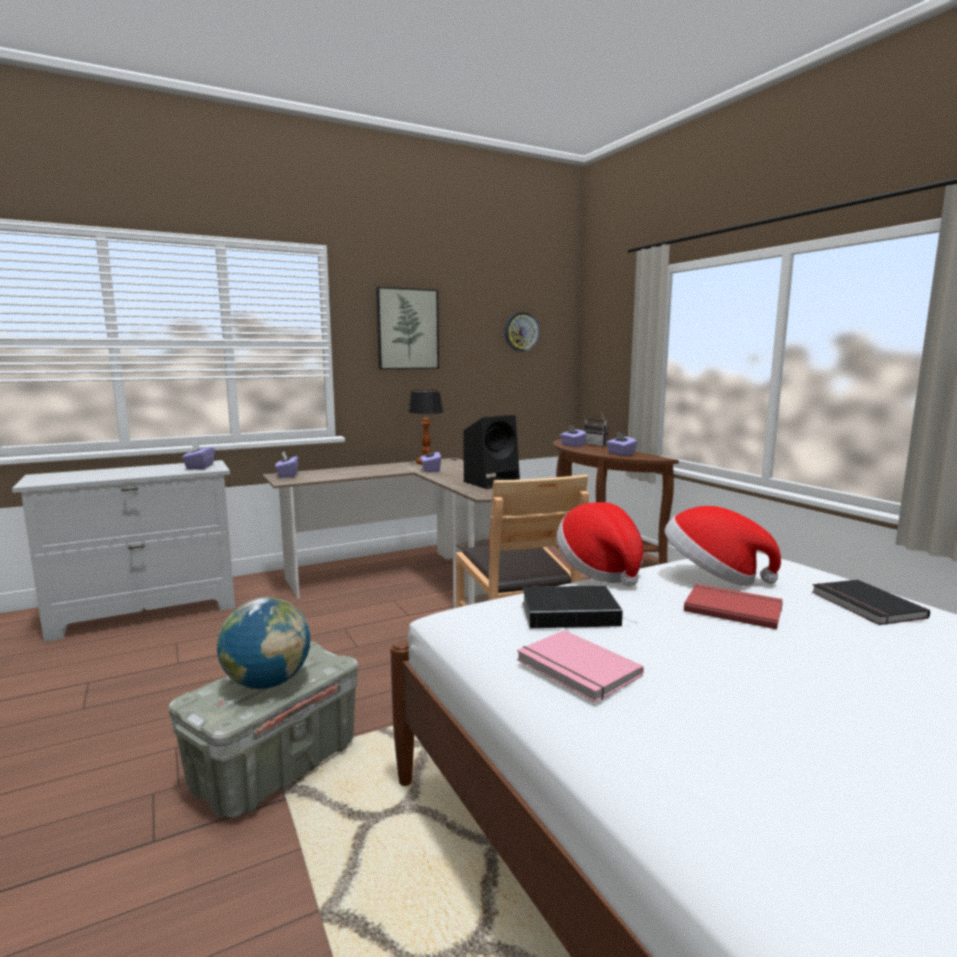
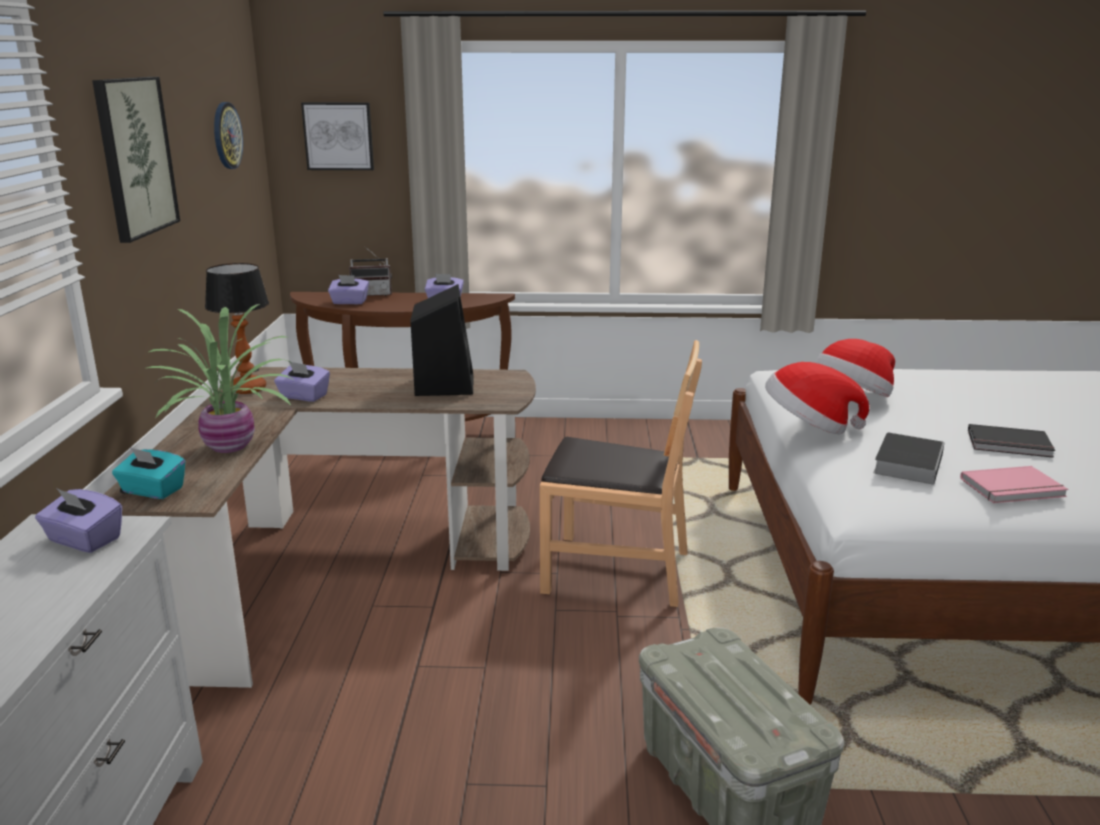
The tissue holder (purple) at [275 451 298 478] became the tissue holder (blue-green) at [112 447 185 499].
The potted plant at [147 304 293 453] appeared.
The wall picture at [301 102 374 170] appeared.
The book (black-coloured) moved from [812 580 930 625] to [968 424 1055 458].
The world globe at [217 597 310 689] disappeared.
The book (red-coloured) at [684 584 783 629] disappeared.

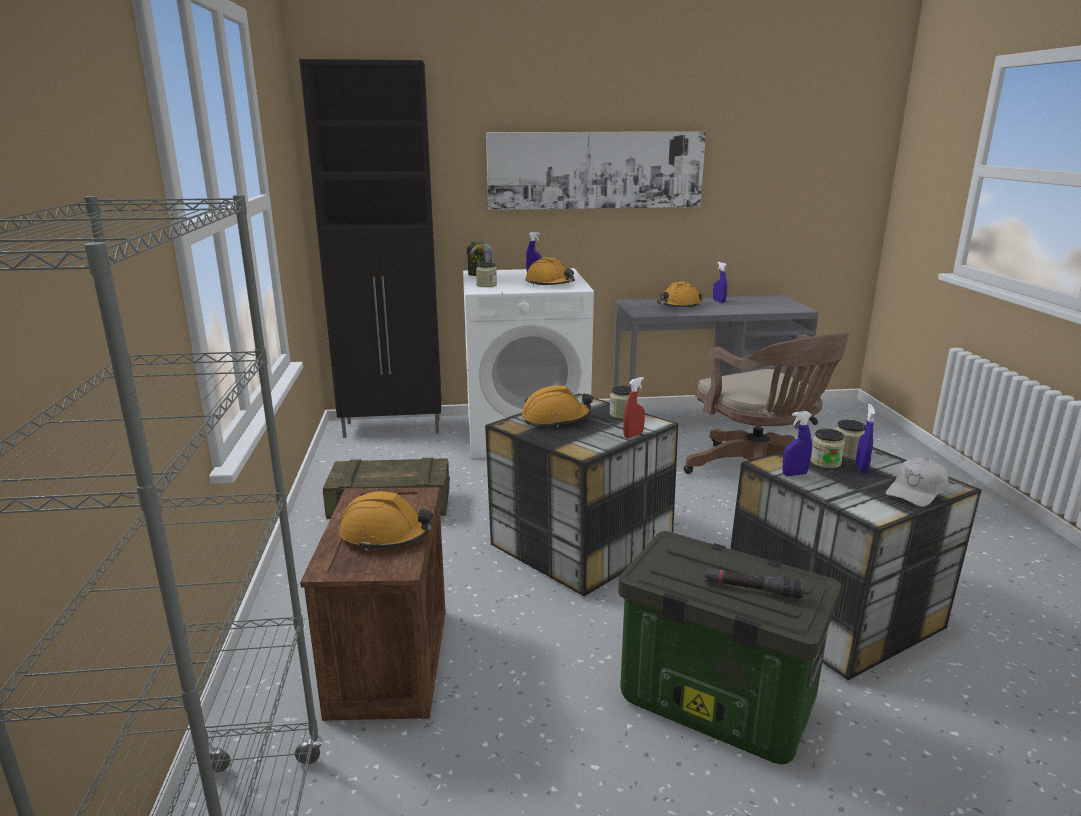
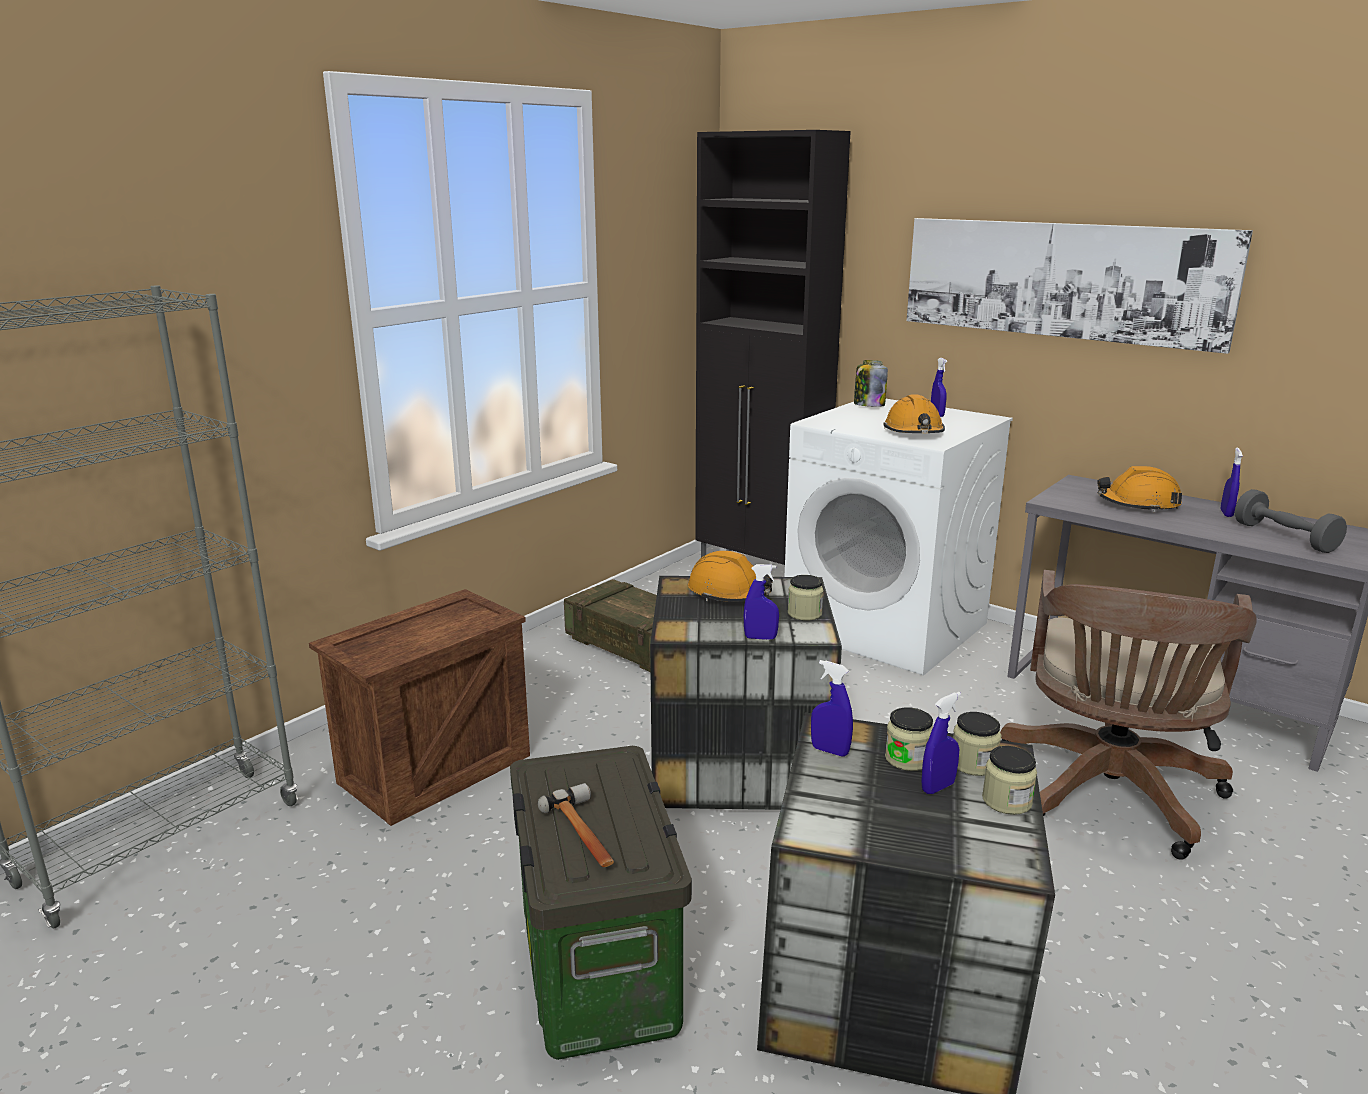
The flashlight (black-coloured) at [705 568 804 599] was replaced by the hand hammer at [538 783 614 867].
The sprayer (red-coloured) at [623 377 645 438] became the sprayer (bluish) at [744 564 779 640].
The jar moved from [476 262 497 287] to [982 746 1037 815].
The dumbbell (greyish) at [1235 489 1347 553] appeared.
The safety helmet (orange) at [339 491 433 551] disappeared.
The peaked cap (white-coloured) at [885 458 949 507] disappeared.

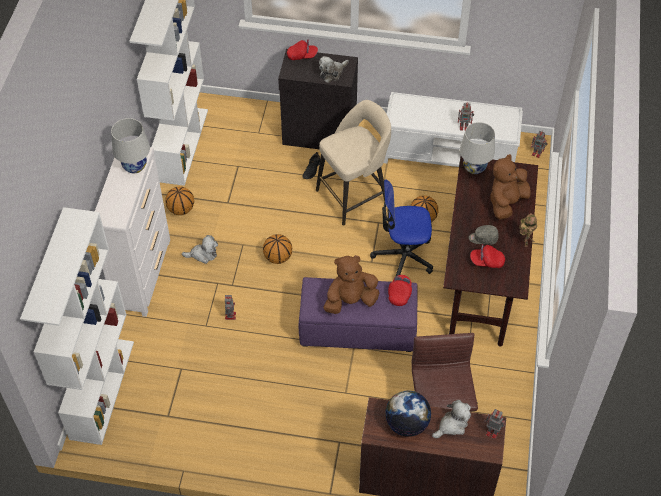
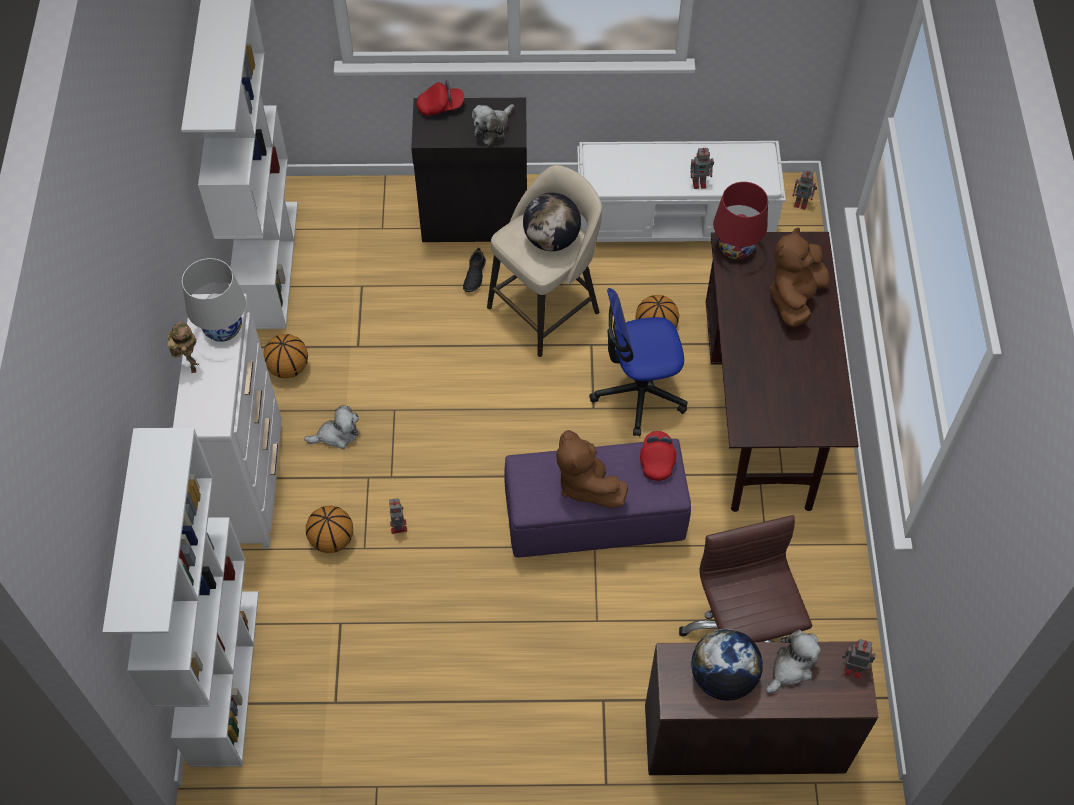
The toy robot moved from [519 213 537 247] to [167 321 200 373].
The ball for basketball moved from [263 234 292 264] to [306 505 353 553].
The world globe at [523 193 581 251] appeared.
The cuddly toy (brownish) at [323 255 379 314] turned 90 degrees counterclockwise.
The lamp for a table (white-coloured) at [460 122 495 174] became the lamp for a table (red-coloured) at [713 182 768 259].
The peaked cap (greyish) at [469 225 499 245] disappeared.
The peaked cap (red-coloured) at [470 244 505 268] disappeared.

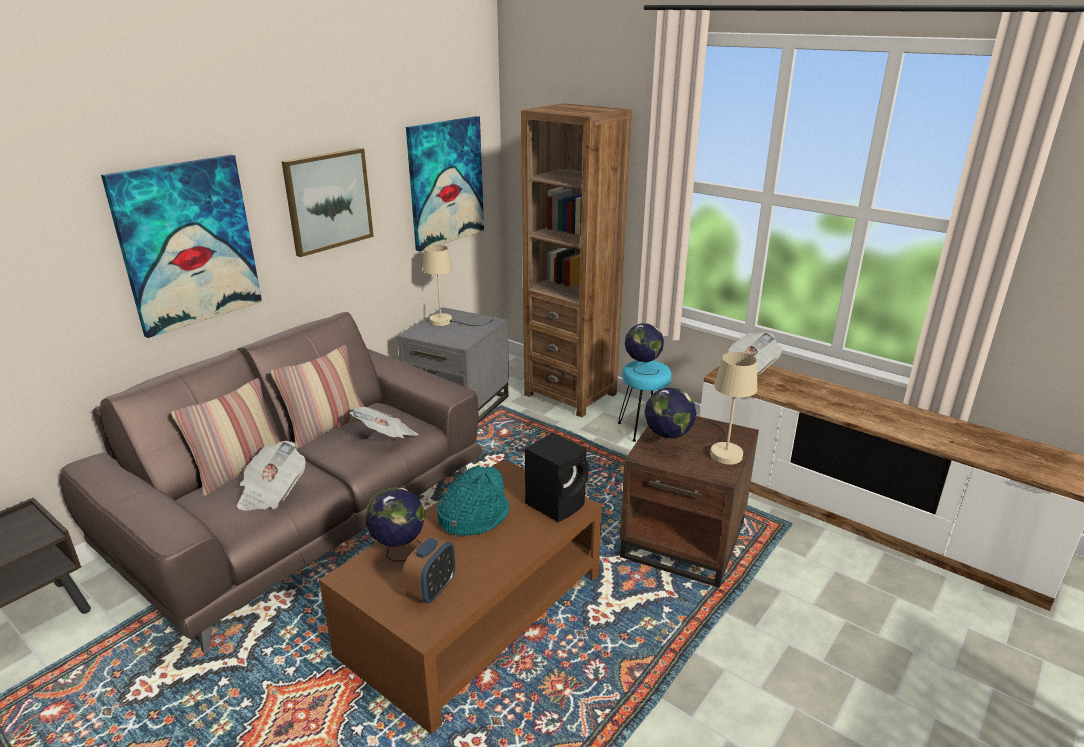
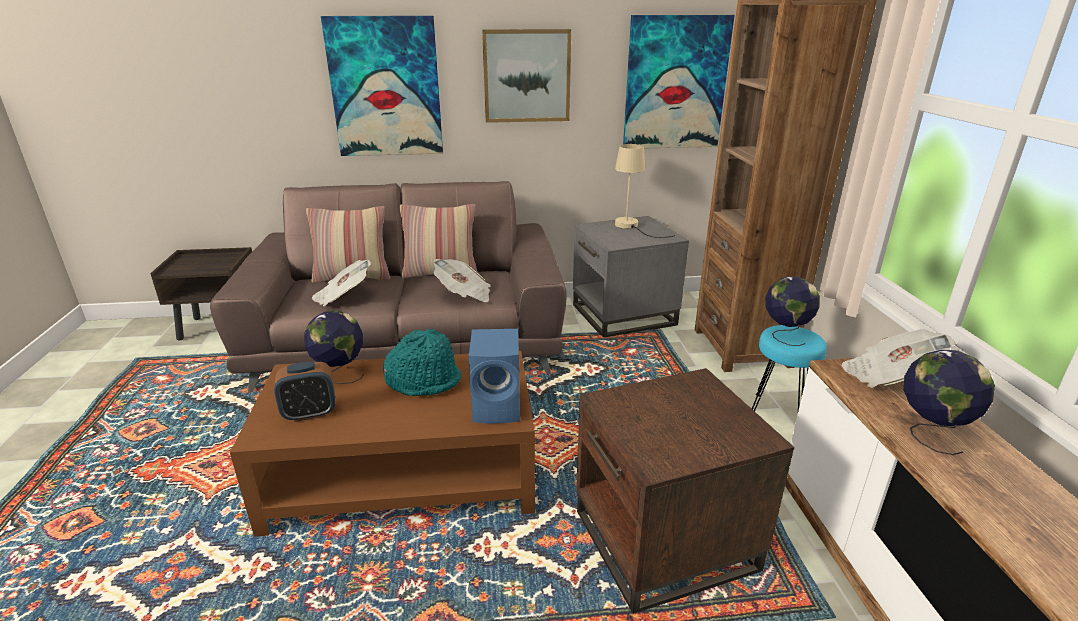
The loudspeaker (black-coloured) at [525 433 589 522] became the loudspeaker (bluish) at [469 329 520 423].
The world globe moved from [644 387 696 456] to [904 350 995 455].
The lamp for a table (beige-coloured) at [695 352 757 465] disappeared.

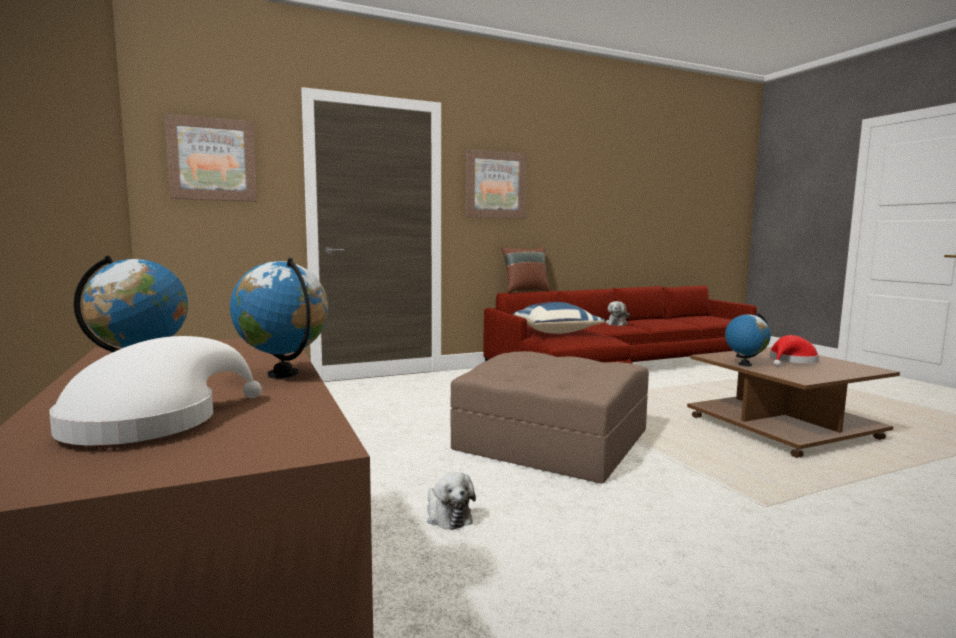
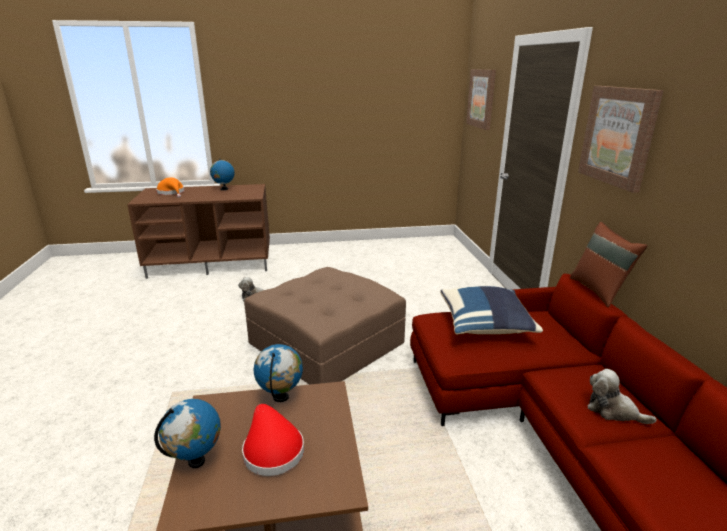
The world globe moved from [230 258 329 378] to [154 399 221 468].
The wearable hat (white-coloured) at [49 336 262 445] became the wearable hat (orange) at [156 177 185 198].

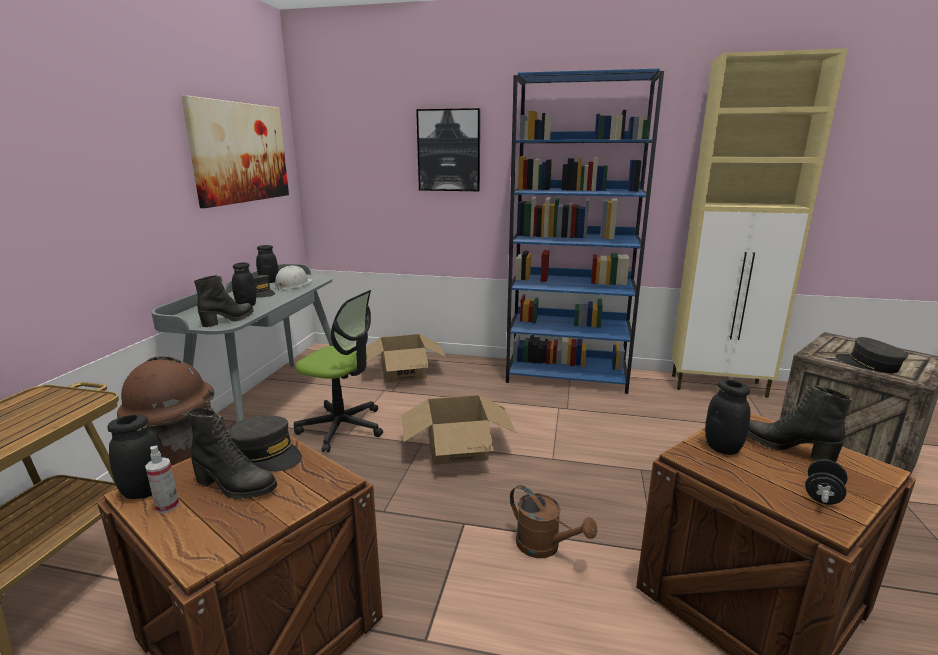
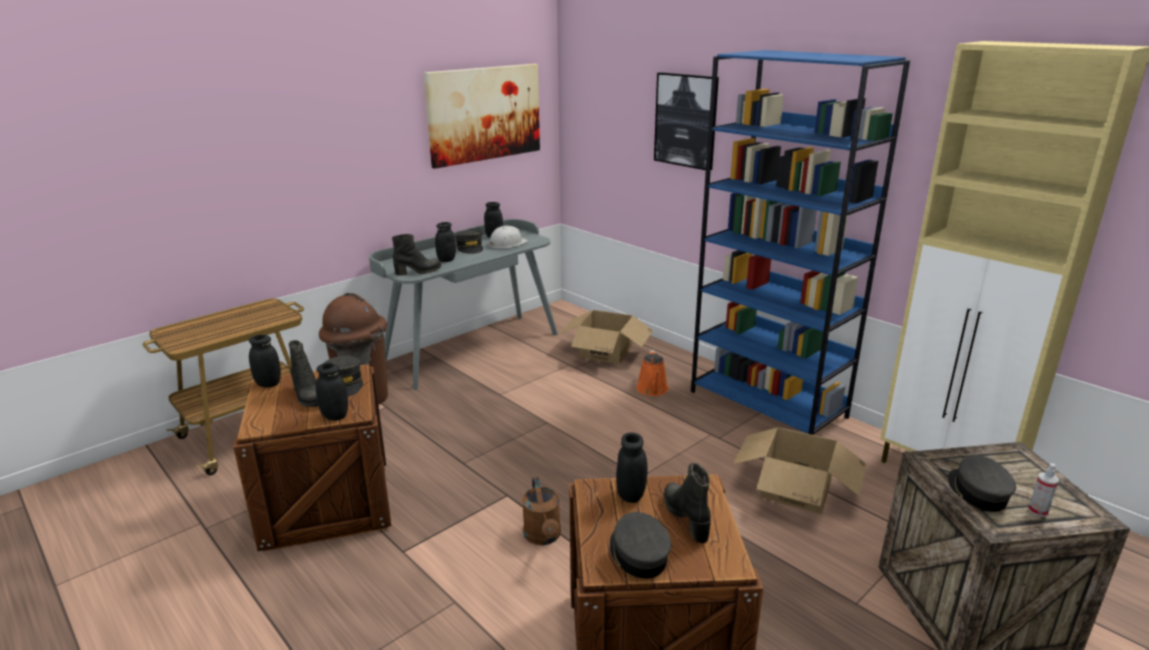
The jar (black-coloured) at [316 363 348 421] appeared.
The dumbbell (black-coloured) at [805 459 847 505] was replaced by the peaked cap (greyish) at [610 512 671 579].
The watering pot (orange) at [636 350 669 396] appeared.
The carton moved from [402 395 516 465] to [733 427 866 514].
The sprayer moved from [145 446 179 513] to [1028 463 1059 517].
The computer chair at [294 290 383 453] disappeared.

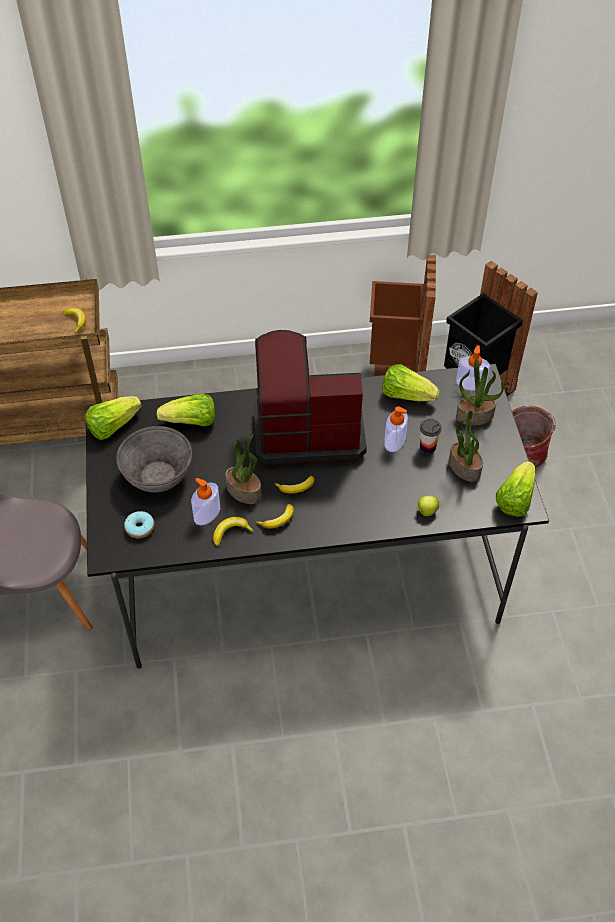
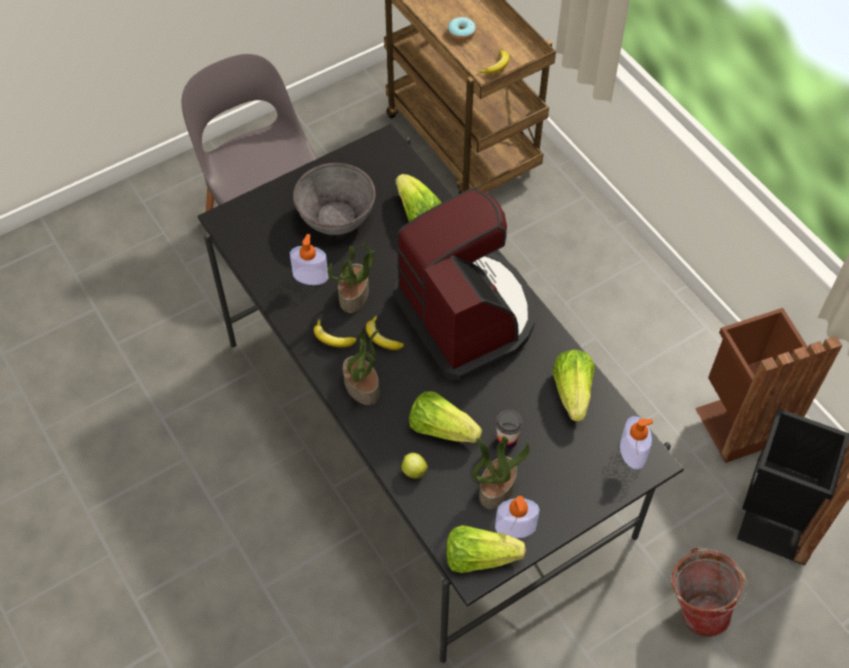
The potted plant moved from [456 358 504 426] to [343 330 380 405].
The lettuce moved from [85 396 142 440] to [409 391 482 443].
The donut moved from [124 511 154 538] to [448 17 476 41].
The soap dispenser moved from [384 406 408 452] to [495 496 540 539].
The banana fruit at [213 517 254 546] disappeared.

